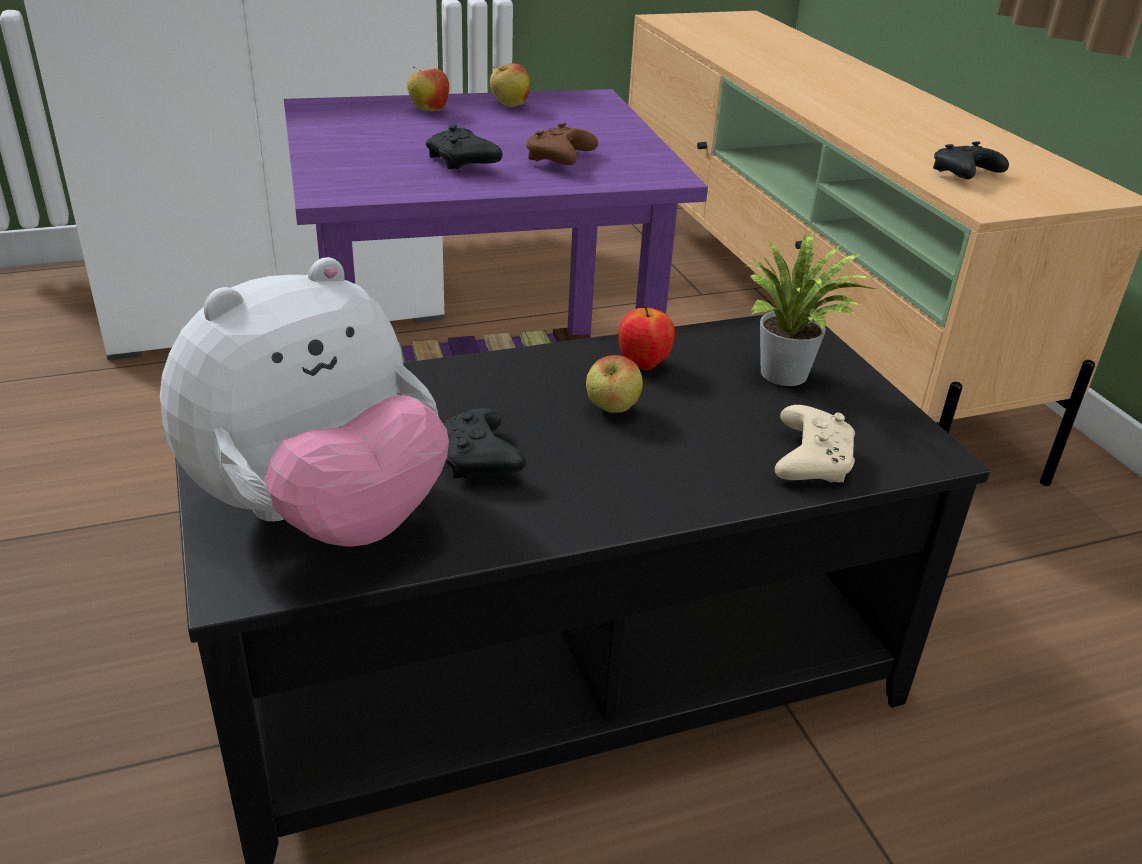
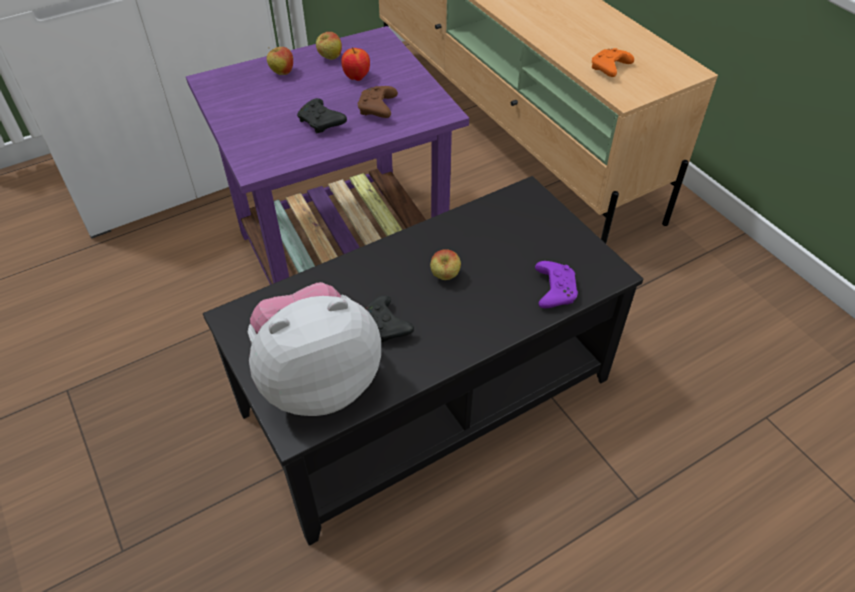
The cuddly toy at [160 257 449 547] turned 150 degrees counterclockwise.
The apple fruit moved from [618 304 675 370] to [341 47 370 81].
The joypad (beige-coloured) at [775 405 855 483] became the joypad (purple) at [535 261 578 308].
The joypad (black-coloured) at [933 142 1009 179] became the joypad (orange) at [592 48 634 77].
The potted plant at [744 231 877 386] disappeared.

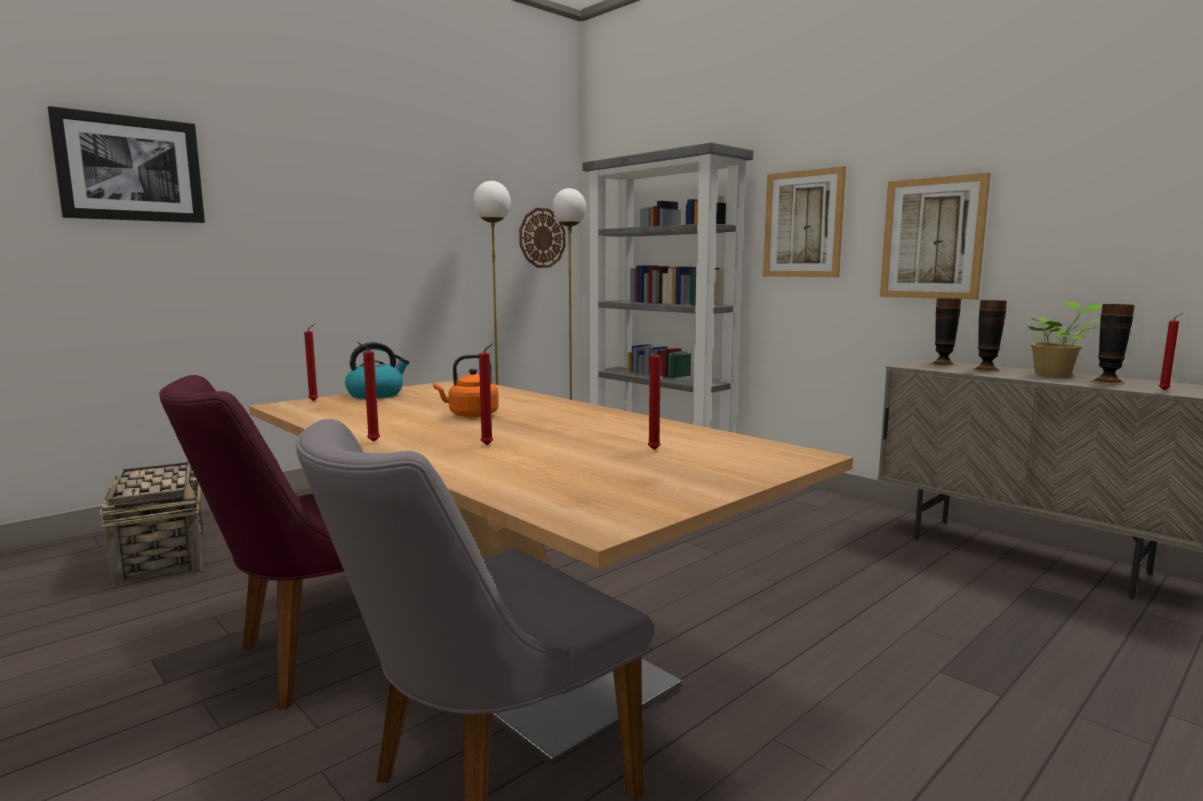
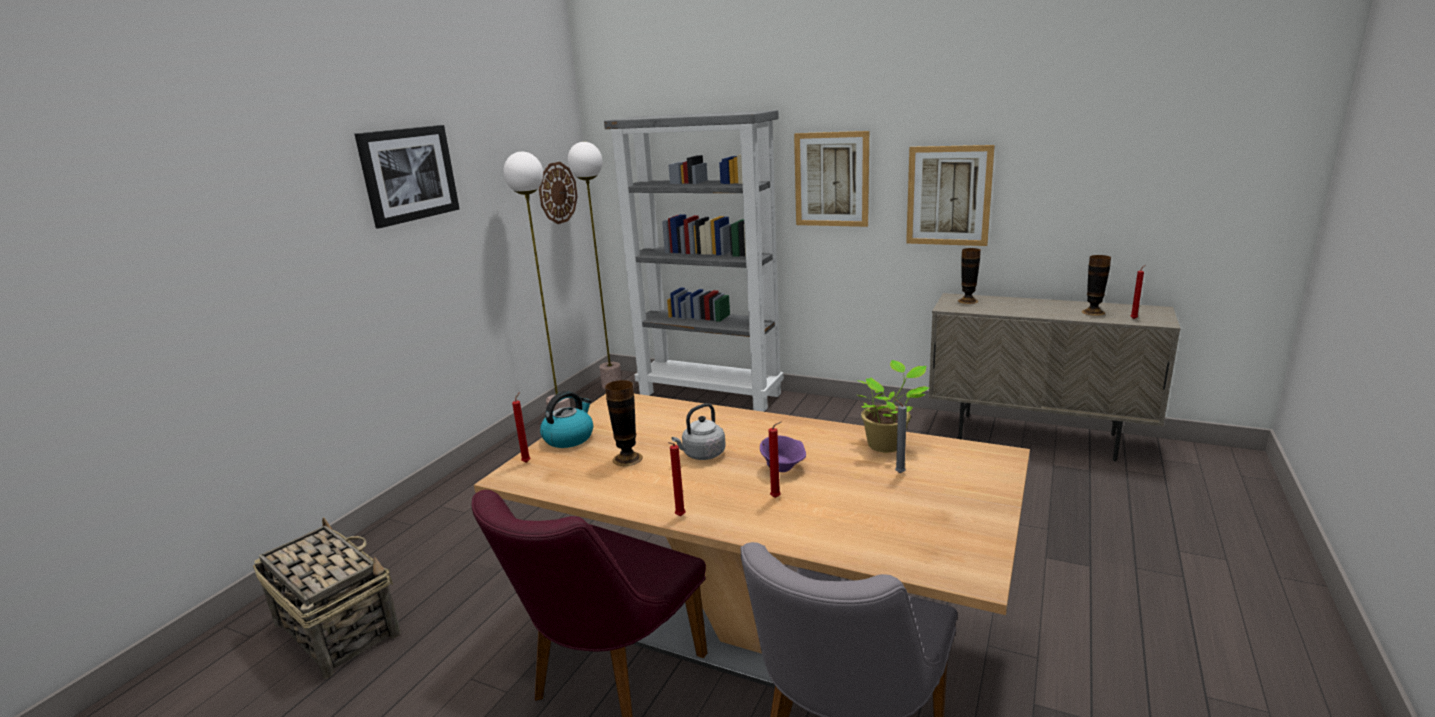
The wall picture moved from [48 106 205 223] to [355 125 460 228].
The vase moved from [972 300 1007 372] to [605 380 643 466].
The tea kettle (orange) at [433 354 499 418] became the tea kettle (greyish) at [671 403 726 460].
The serving bowl (purple) at [760 436 806 472] appeared.
The potted plant moved from [1028 301 1103 377] to [857 360 929 452].
The wax candle (red-coloured) at [648 344 661 450] became the wax candle (greyish) at [894 398 907 473].

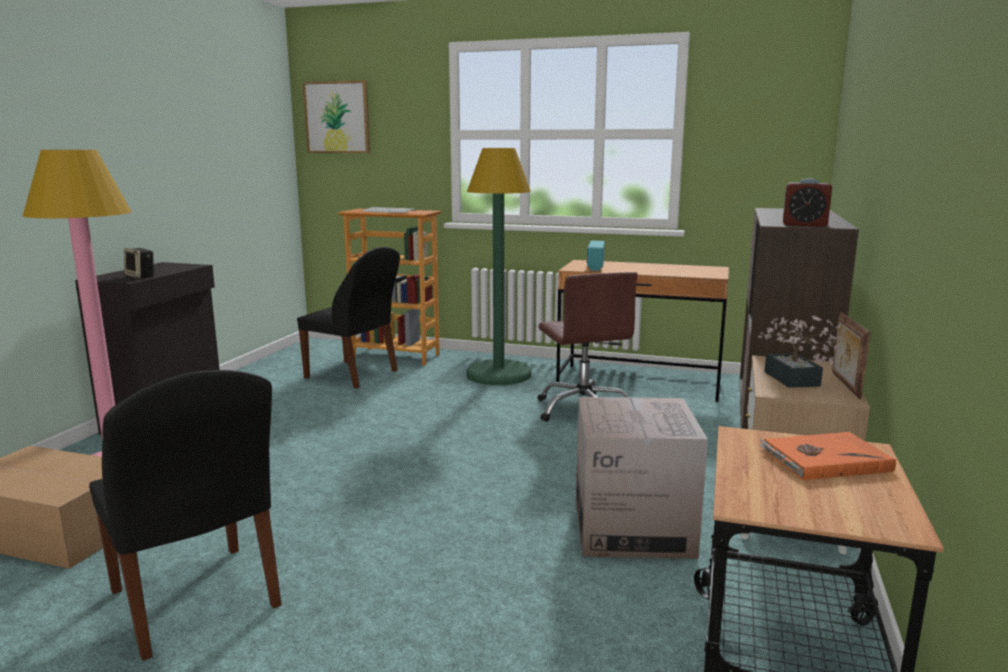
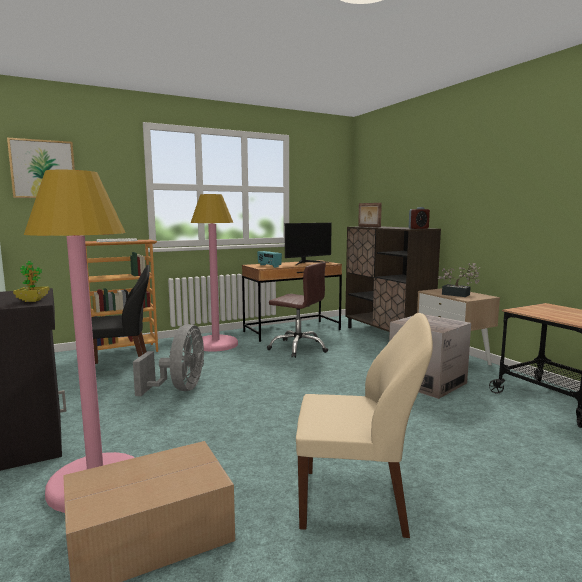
The loudspeaker at [124 248 154 278] was replaced by the potted plant at [13 261 50 302].
The fan (greyish) at [133 324 204 396] appeared.
The standard lamp (greenish) at [466 148 531 385] became the standard lamp (pink) at [191 194 238 352].
The computer screen at [285 223 332 265] appeared.
The chair (black-coloured) at [89 370 282 661] became the chair (beige-coloured) at [296 313 433 538].
The photo frame moved from [832 312 870 399] to [358 203 382 227].
The book (orange) at [759 432 896 480] disappeared.

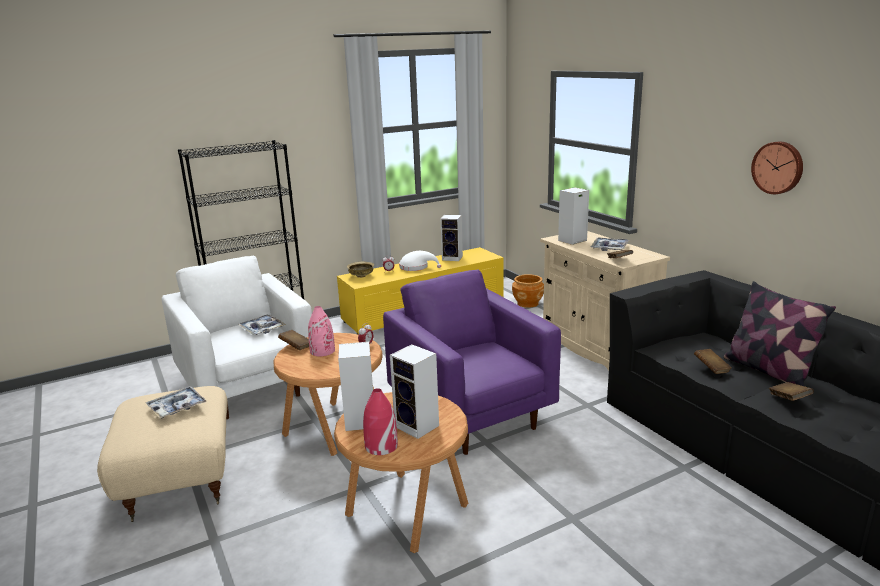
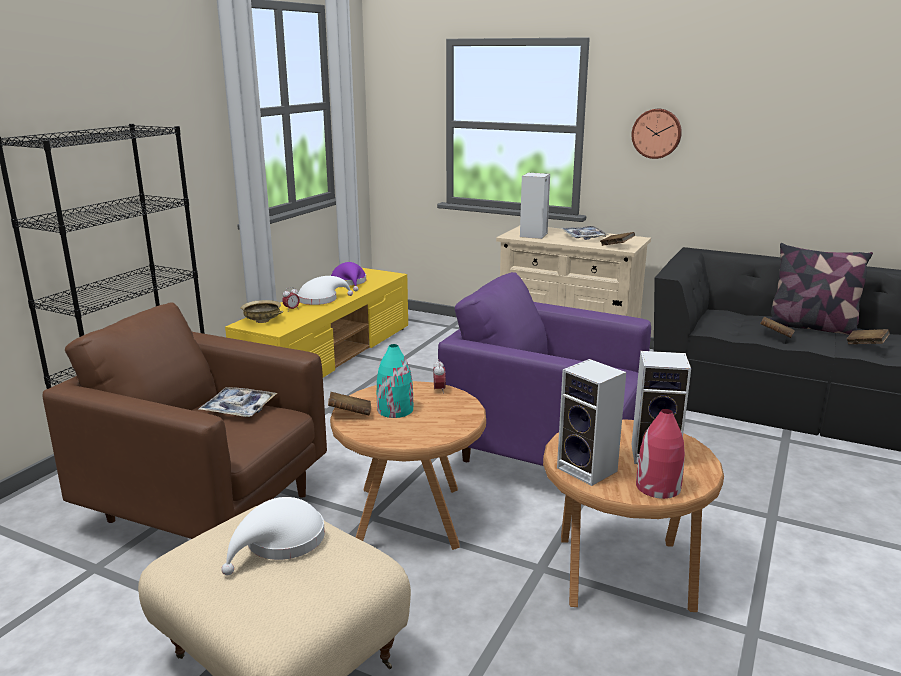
The armchair (white-coloured) at [162 256 312 419] became the armchair (brownish) at [43 302 327 539].
The serving tray at [146 386 207 419] was replaced by the wearable hat (white-coloured) at [221 497 325 575].
The loudspeaker at [441 215 463 261] was replaced by the wearable hat (purple) at [331 262 366 291].
The vase (pink) at [308 306 335 357] became the vase (blue-green) at [377 344 413 418].
The clock on the wall moved from [751 142 803 194] to [632 109 682 159].
The planter (brownish) at [512 274 544 308] disappeared.

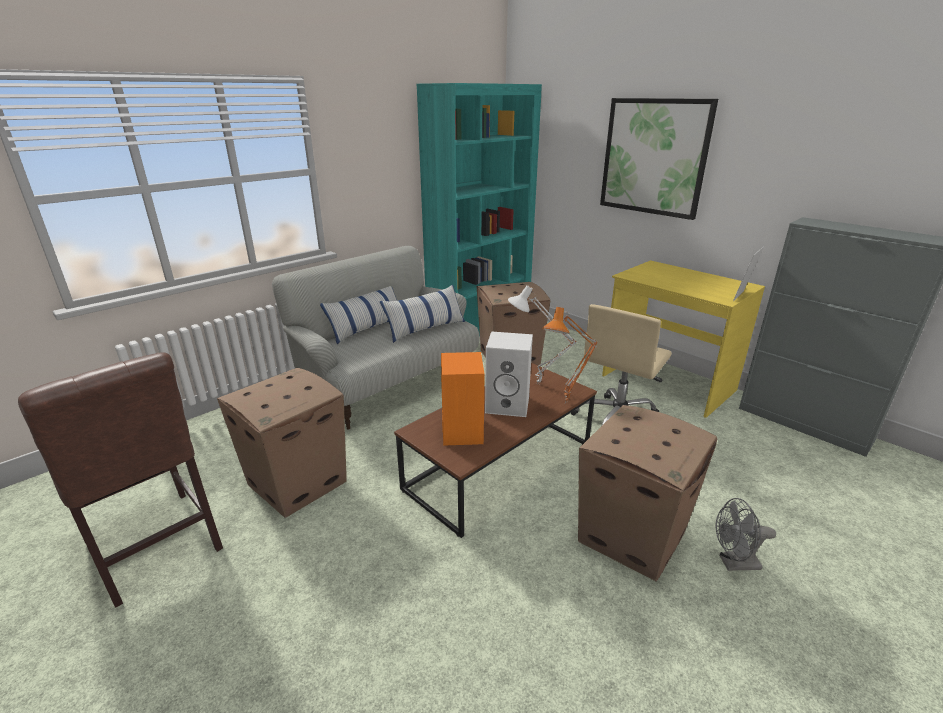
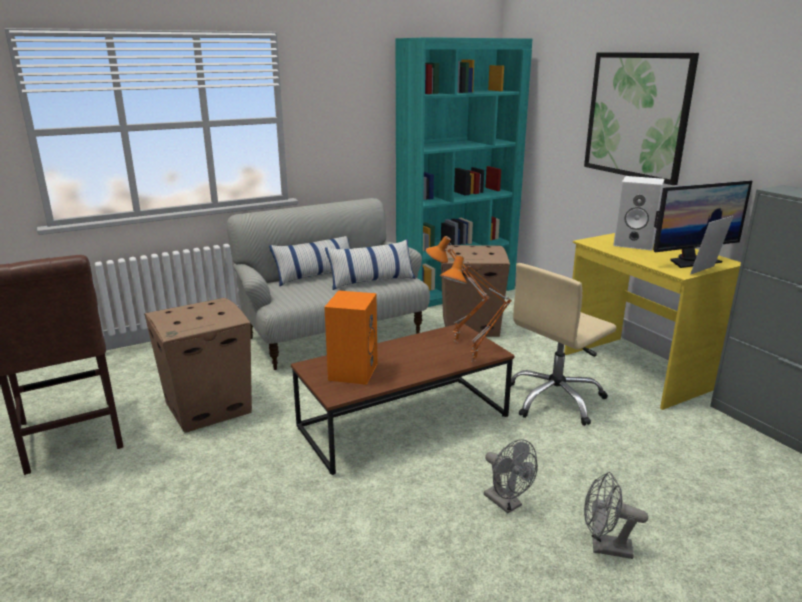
The lamp for a table (white-coloured) at [508 285 577 384] became the lamp for a table (orange) at [426 236 490 342].
The carton at [578 405 718 581] was replaced by the fan (greyish) at [484 439 538 513].
The loudspeaker (white-coloured) moved from [485 331 533 417] to [613 176 664 251].
The computer screen at [653 180 752 268] appeared.

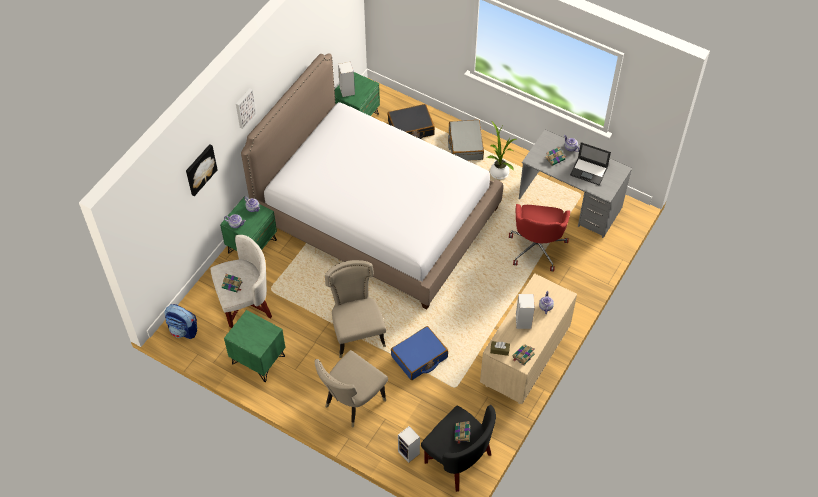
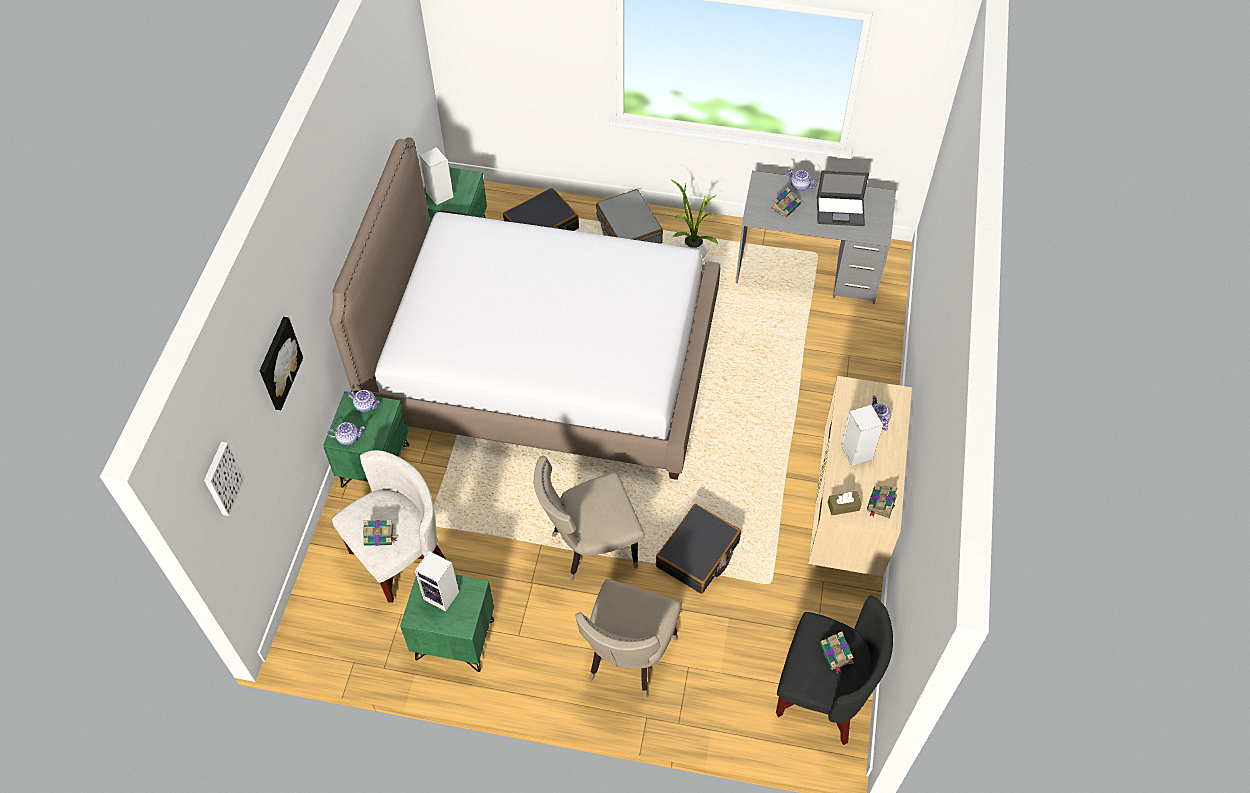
The wall picture moved from [236 88 257 129] to [204 442 245 516].
The loudspeaker moved from [398 426 420 463] to [415 551 459 611].
The chair (beige-coloured) at [325 260 386 358] turned 75 degrees counterclockwise.
The travel case (bluish) at [391 326 448 380] became the travel case (black-coloured) at [656 504 741 594].
The rucksack at [165 304 197 339] disappeared.
The computer chair (red-coloured) at [509 204 570 272] disappeared.

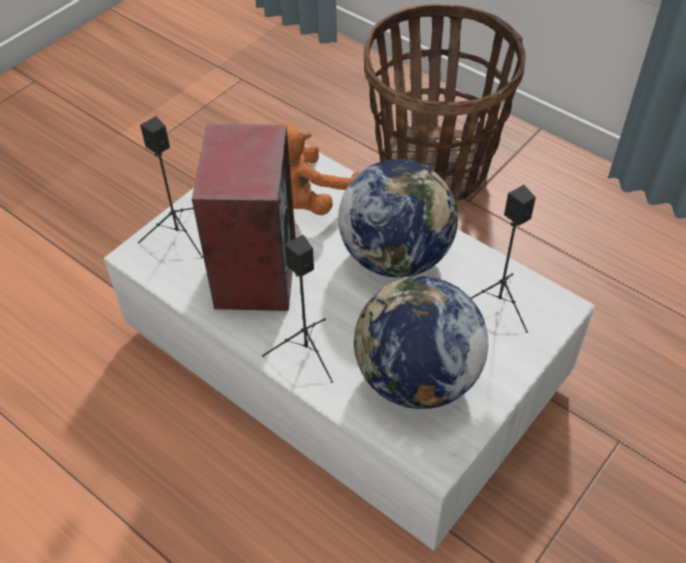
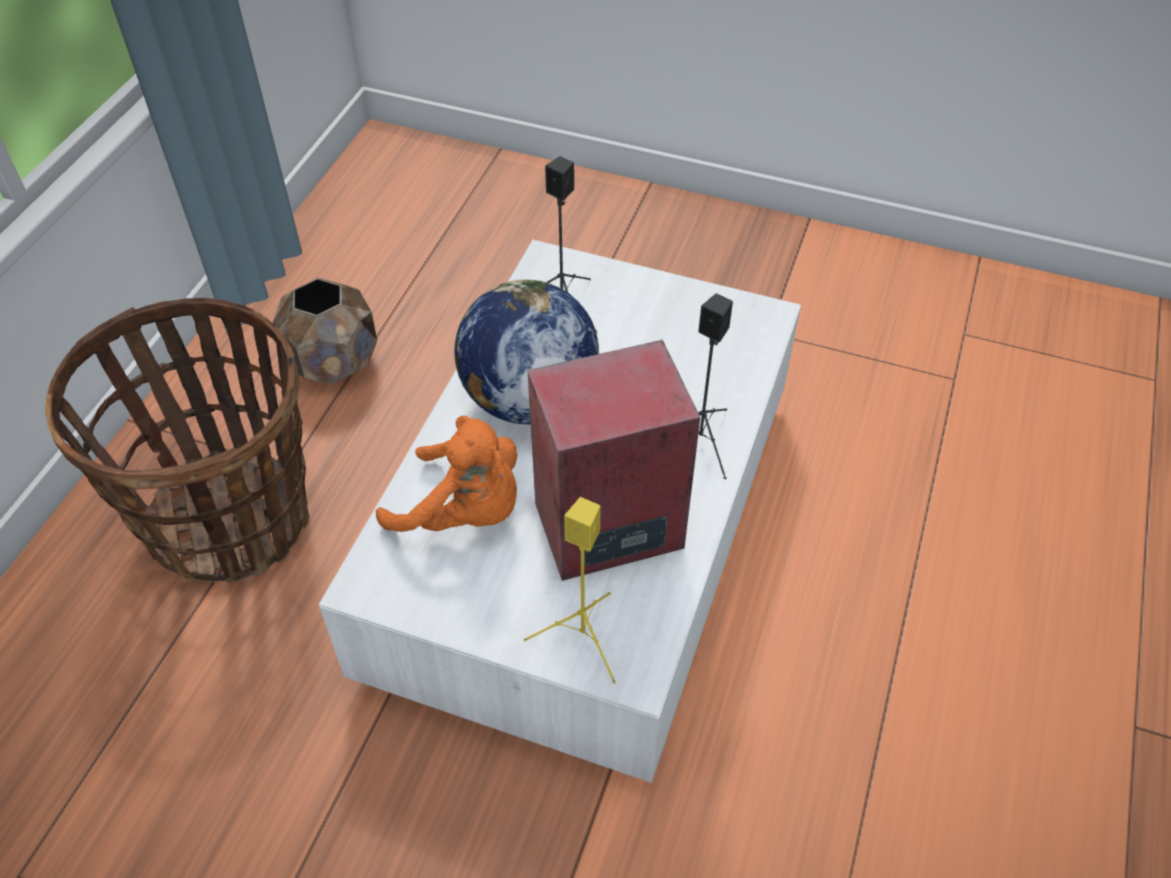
The planter (brownish) at [273 278 377 384] appeared.
The loudspeaker (black-coloured) at [138 116 203 258] became the loudspeaker (yellow-coloured) at [524 497 616 684].
The world globe at [354 276 488 409] disappeared.

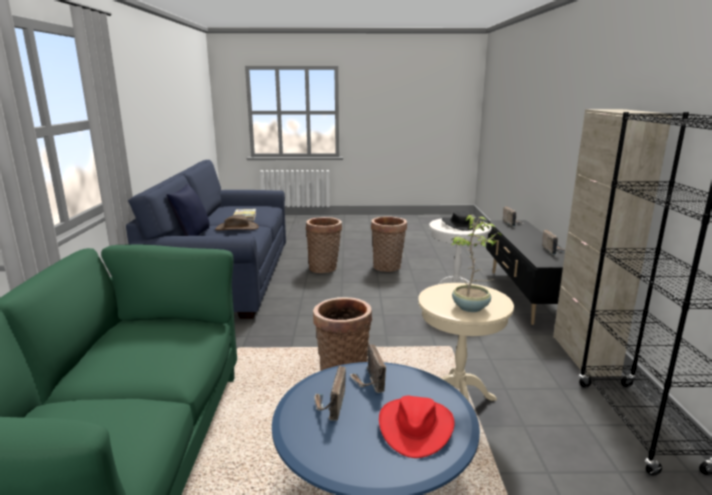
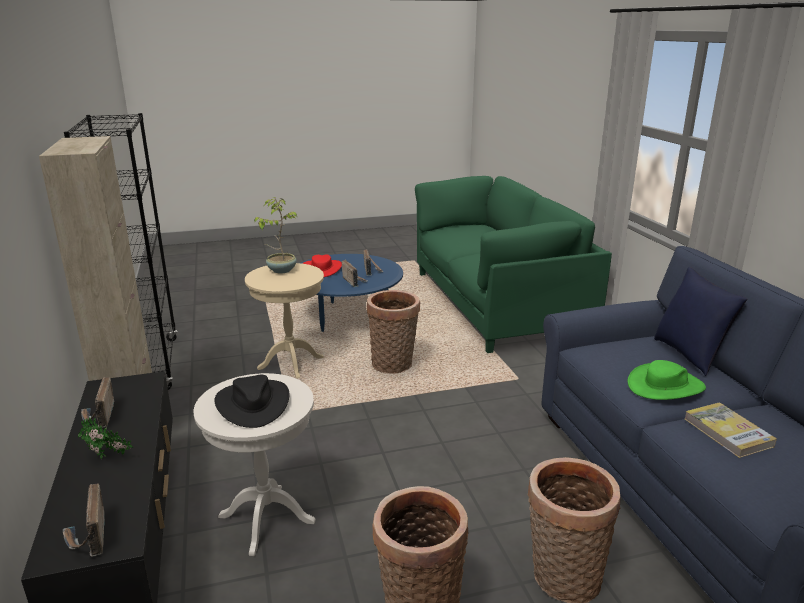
The potted plant at [78 417 133 459] appeared.
The wearable hat (brownish) at [215 214 259 230] became the wearable hat (greenish) at [628 360 706 400].

